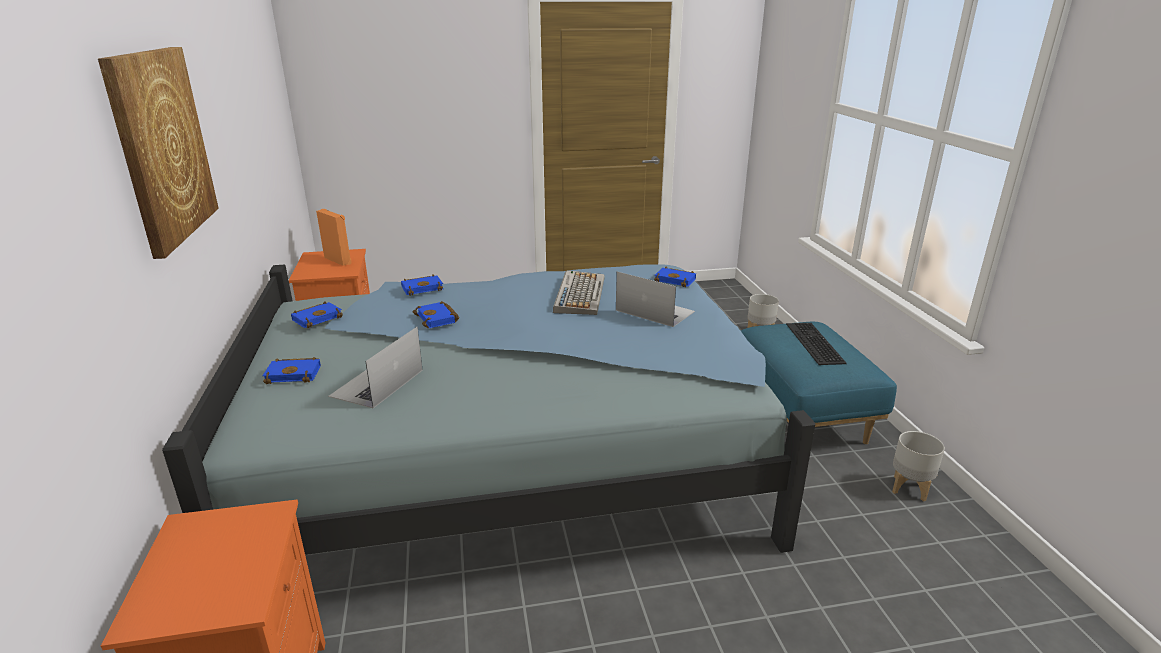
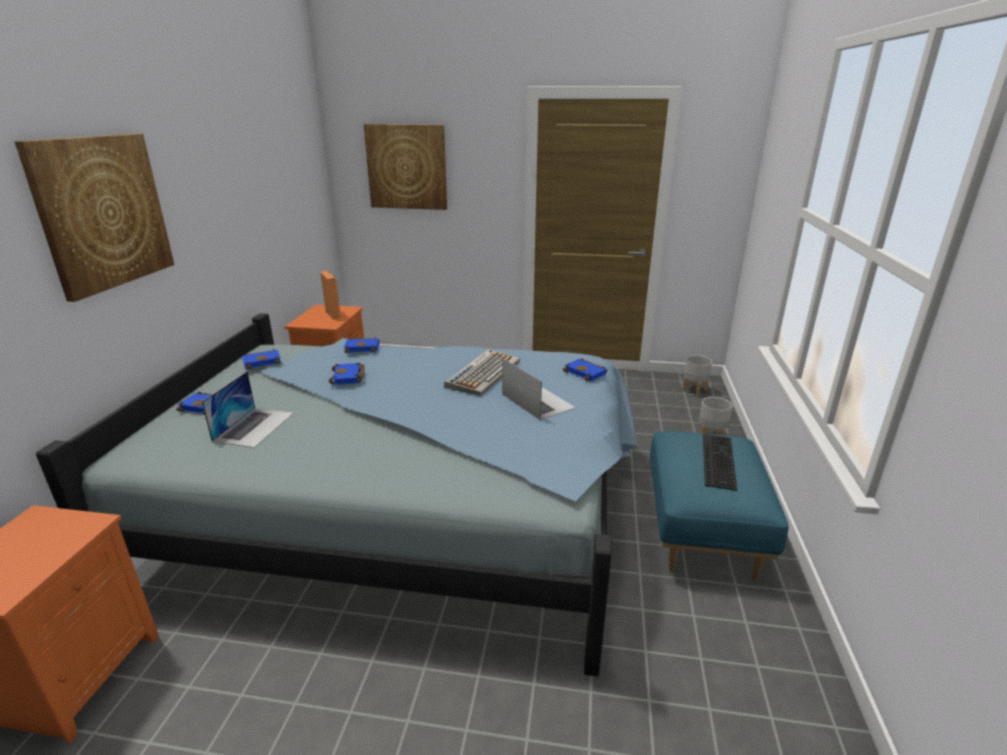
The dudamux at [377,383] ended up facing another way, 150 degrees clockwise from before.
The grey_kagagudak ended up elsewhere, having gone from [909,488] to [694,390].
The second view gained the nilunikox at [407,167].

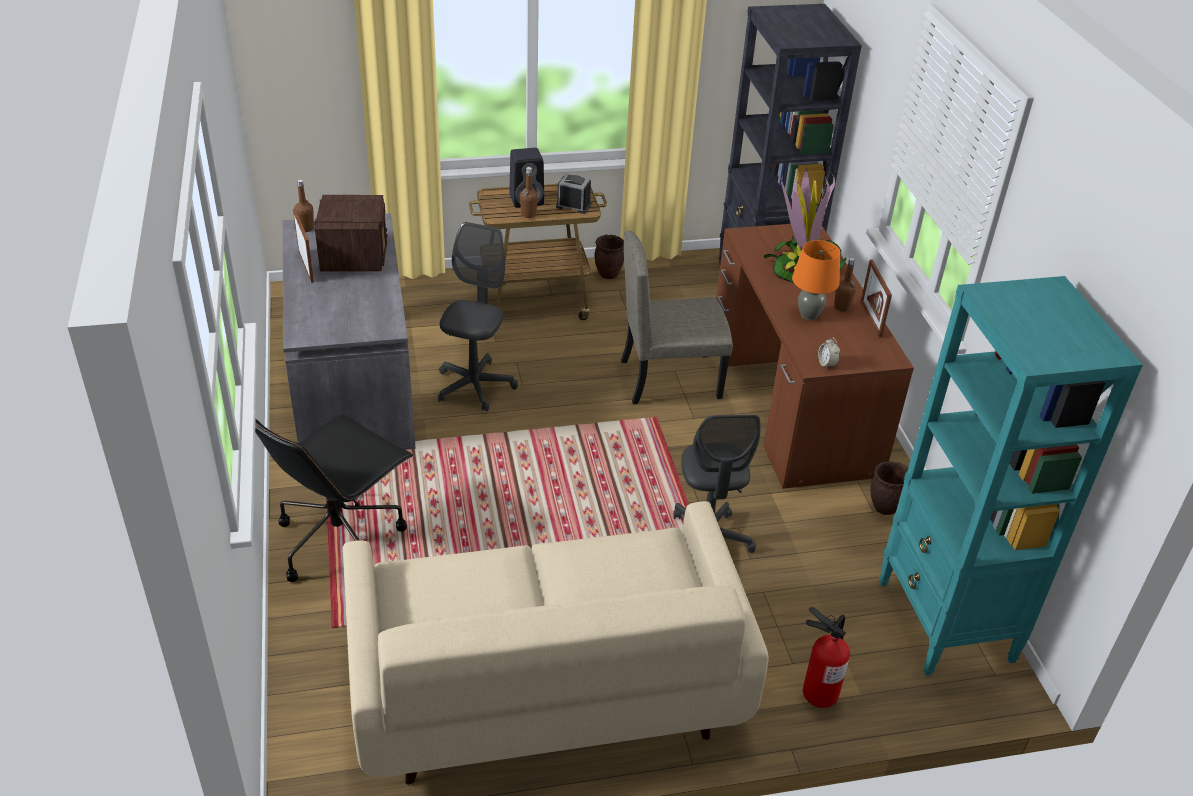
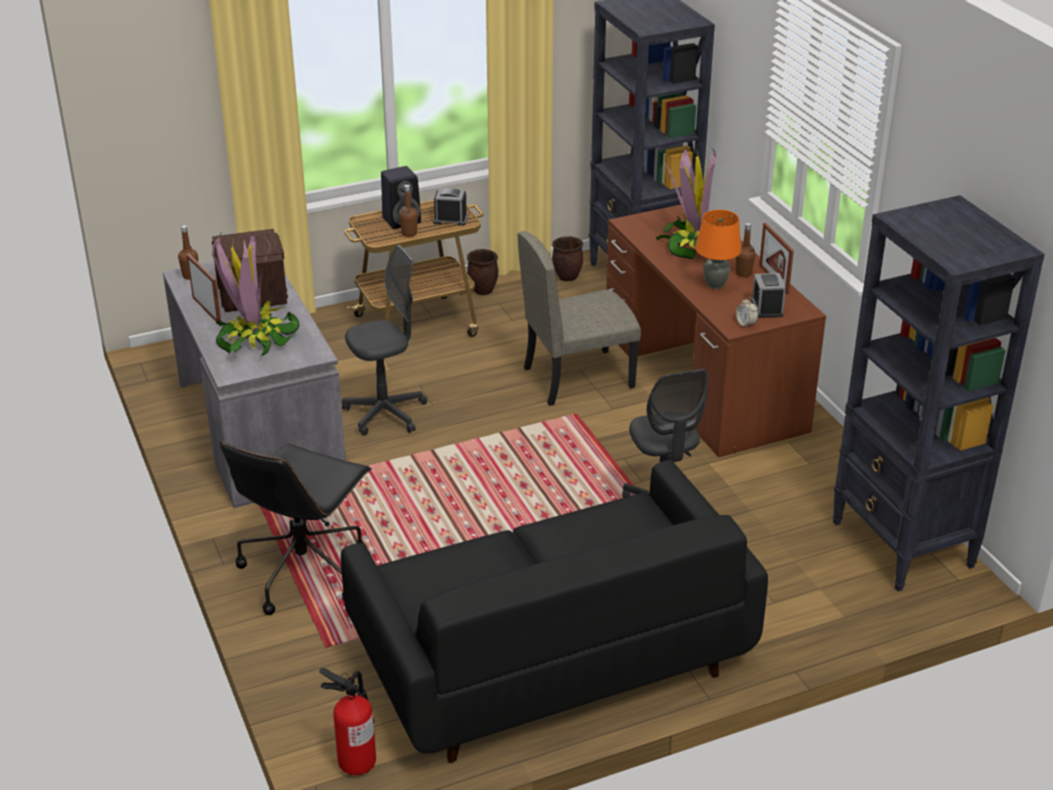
What was the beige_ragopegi at [544,684] turned into the black_ragopegi at [550,659].
The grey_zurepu at [474,386] ended up facing another way, 60 degrees clockwise from before.
The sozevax ended up elsewhere, having gone from [819,692] to [358,760].
The brown_kagagudak ended up elsewhere, having gone from [884,507] to [567,277].
What was the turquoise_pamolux at [945,622] turned into the black_pamolux at [902,545].
The second view gained the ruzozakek at [256,339].
The second view gained the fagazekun at [767,308].

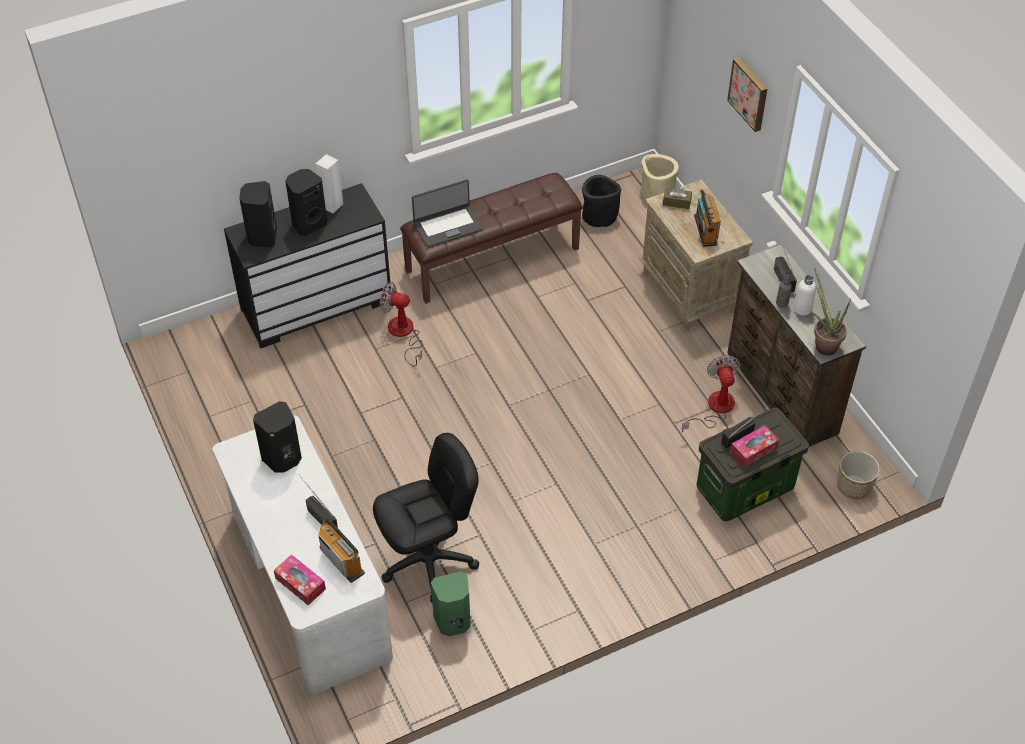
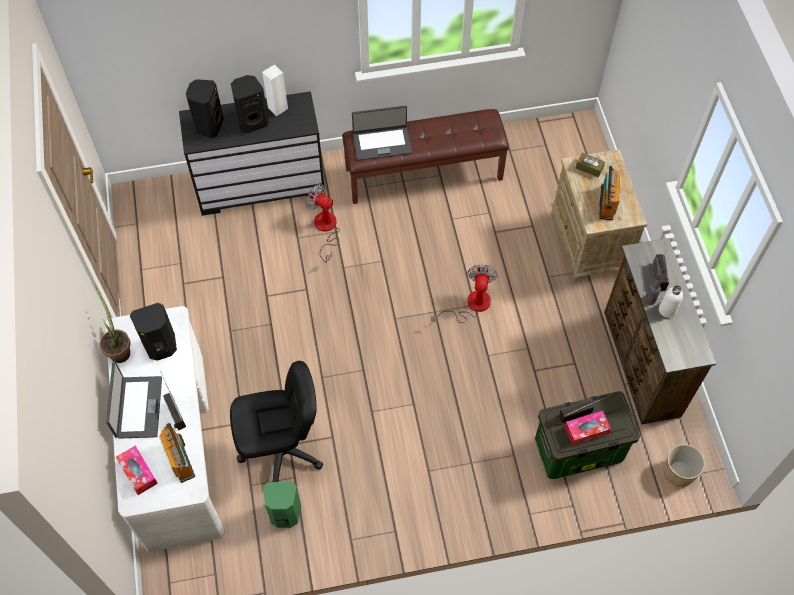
The second view lost the black_kagagudak at [599,216].
The second view lost the beige_kagagudak at [656,193].
The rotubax ended up elsewhere, having gone from [714,408] to [471,305].
The second view lost the nilunikox at [749,93].
The ruzozakek ended up elsewhere, having gone from [823,343] to [119,349].
The second view gained the dudamux at [138,407].

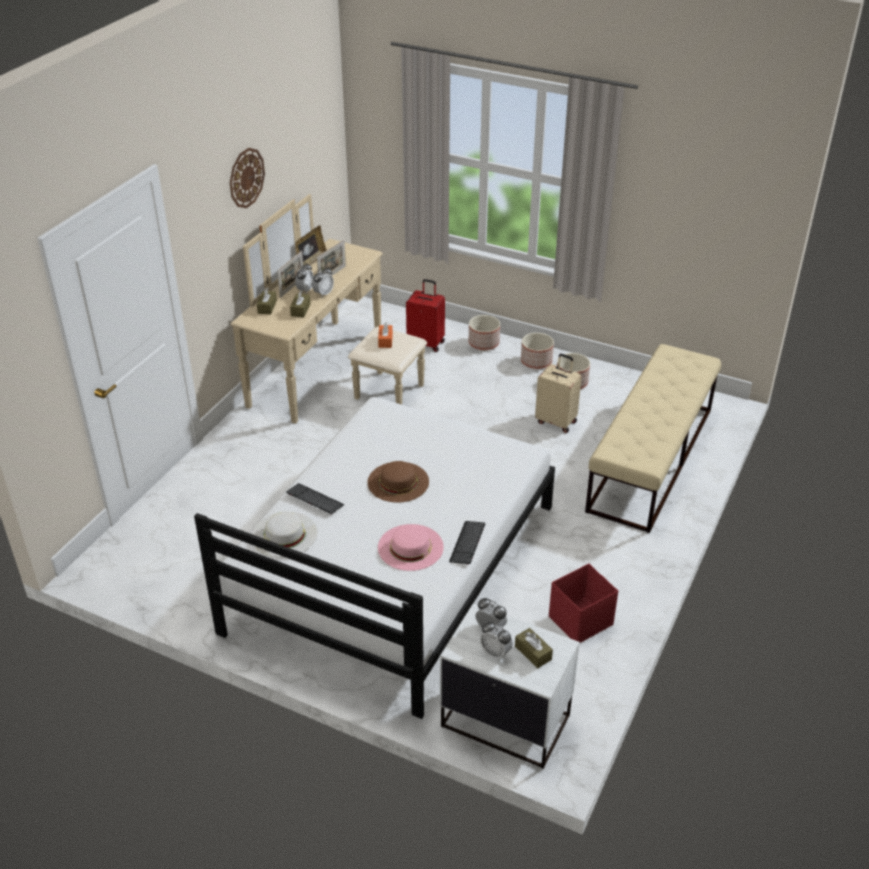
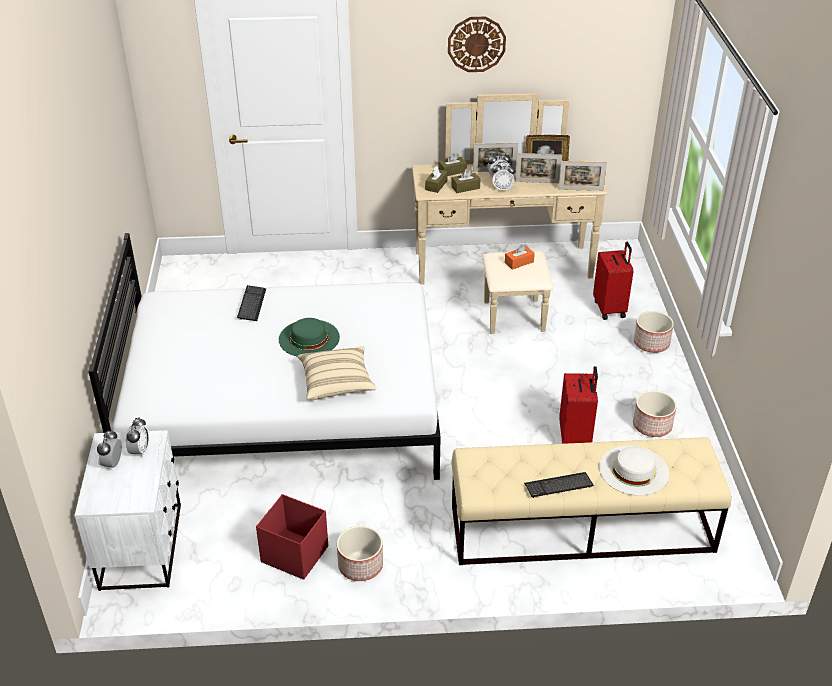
The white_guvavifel ended up elsewhere, having gone from [284,534] to [634,470].
What was the brown_guvavifel at [398,482] turned into the green_guvavifel at [309,338].
The second view lost the pink_guvavifel at [410,547].
The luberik ended up elsewhere, having gone from [467,543] to [558,486].
The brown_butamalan ended up elsewhere, having gone from [533,653] to [436,185].
The kagagudak ended up elsewhere, having gone from [536,361] to [360,566].
What was the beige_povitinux at [556,421] turned into the red_povitinux at [576,437].
The second view gained the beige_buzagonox at [336,383].
The second view gained the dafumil at [580,190].

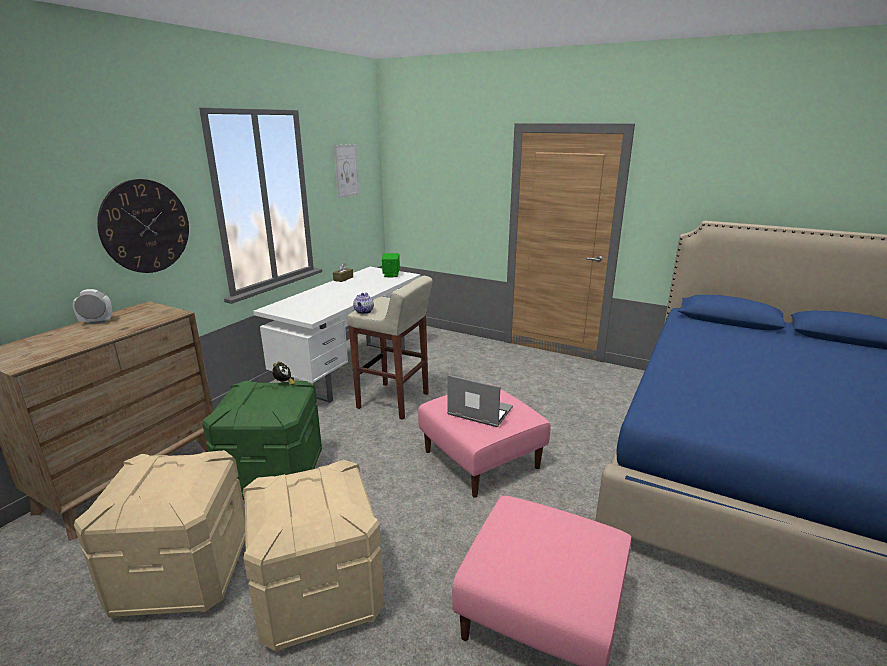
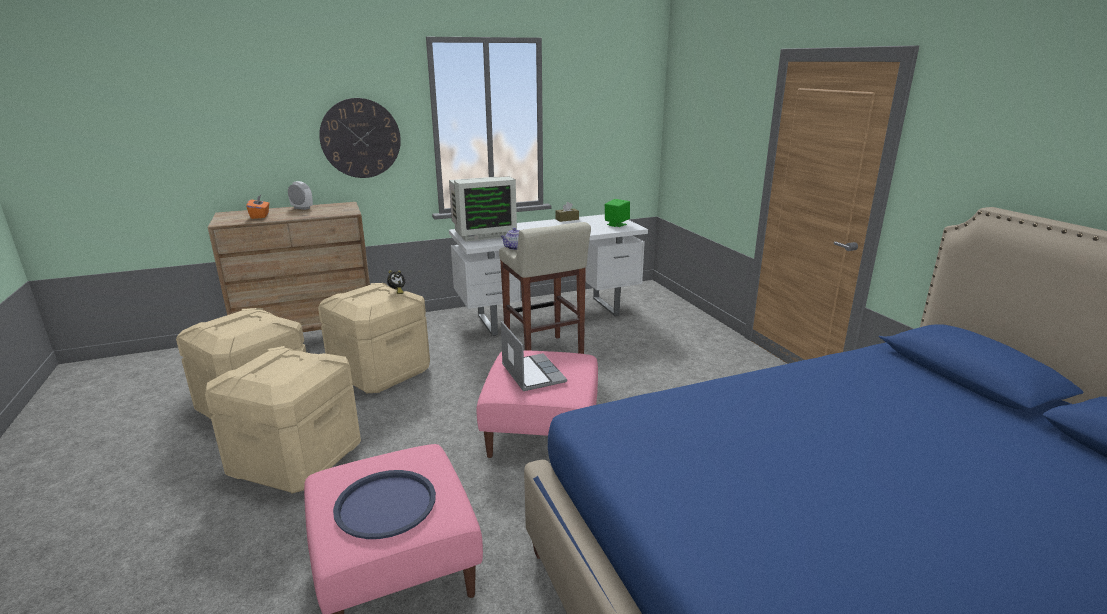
What was the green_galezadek at [272,475] turned into the beige_galezadek at [380,372].
The second view lost the nilunikox at [346,170].
The second view gained the orange_butamalan at [260,216].
The second view gained the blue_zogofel at [385,505].
The second view gained the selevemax at [482,233].

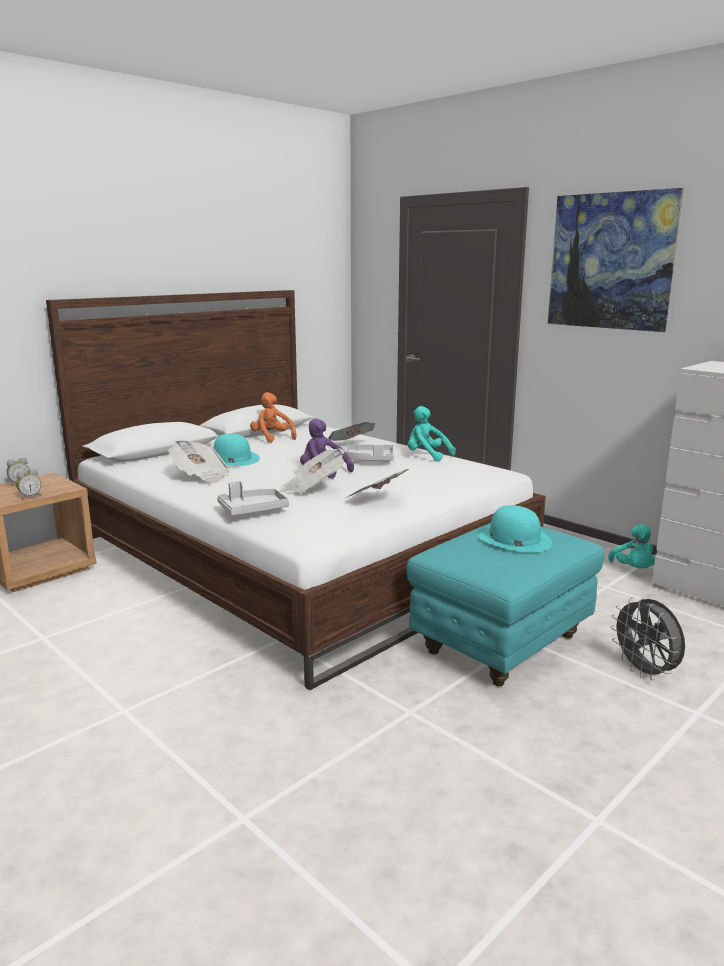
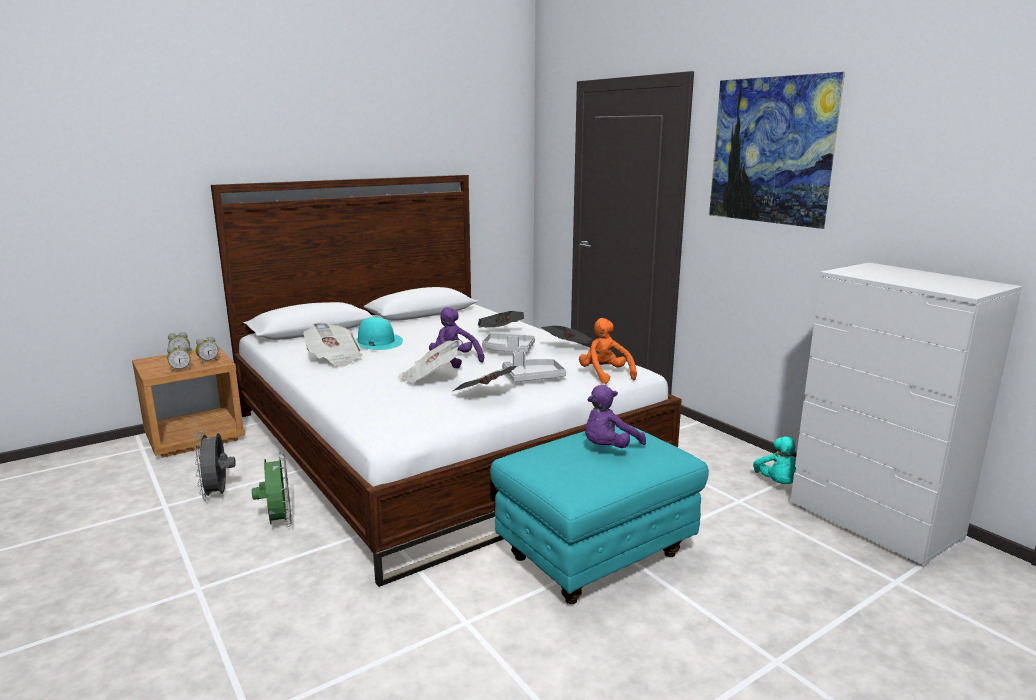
The grey_zogofel ended up elsewhere, having gone from [252,510] to [533,377].
The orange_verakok ended up elsewhere, having gone from [272,438] to [604,375].
Where the turquoise_verakok stood at [426,456], the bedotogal came to stand at [568,349].
Where the turquoise_guvavifel stood at [514,539], the purple_verakok came to stand at [609,448].
The grey_rotubax ended up elsewhere, having gone from [645,672] to [218,494].
The second view gained the fagazekun at [208,361].
The second view gained the green_rotubax at [278,522].

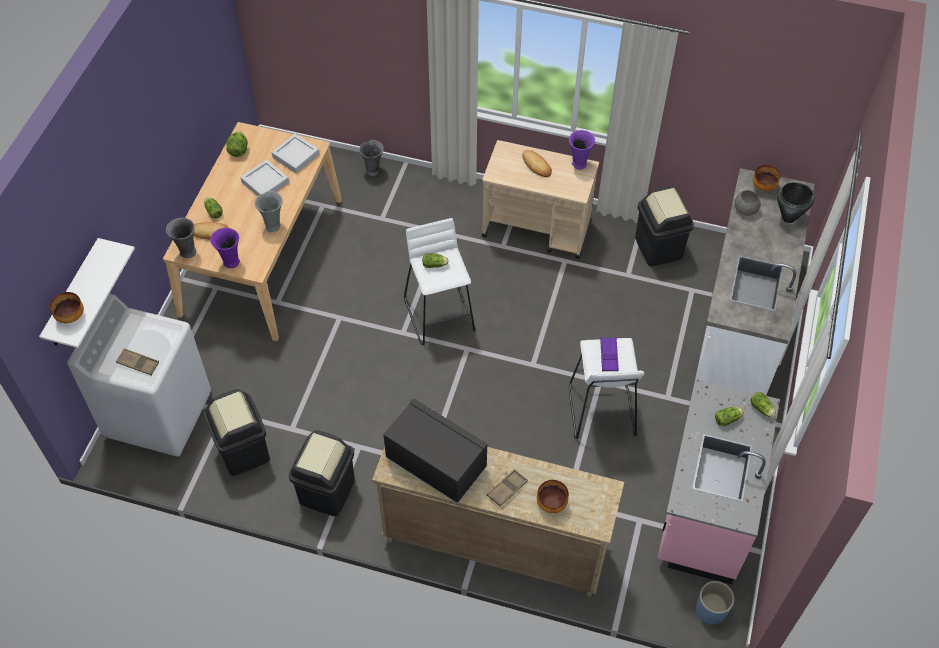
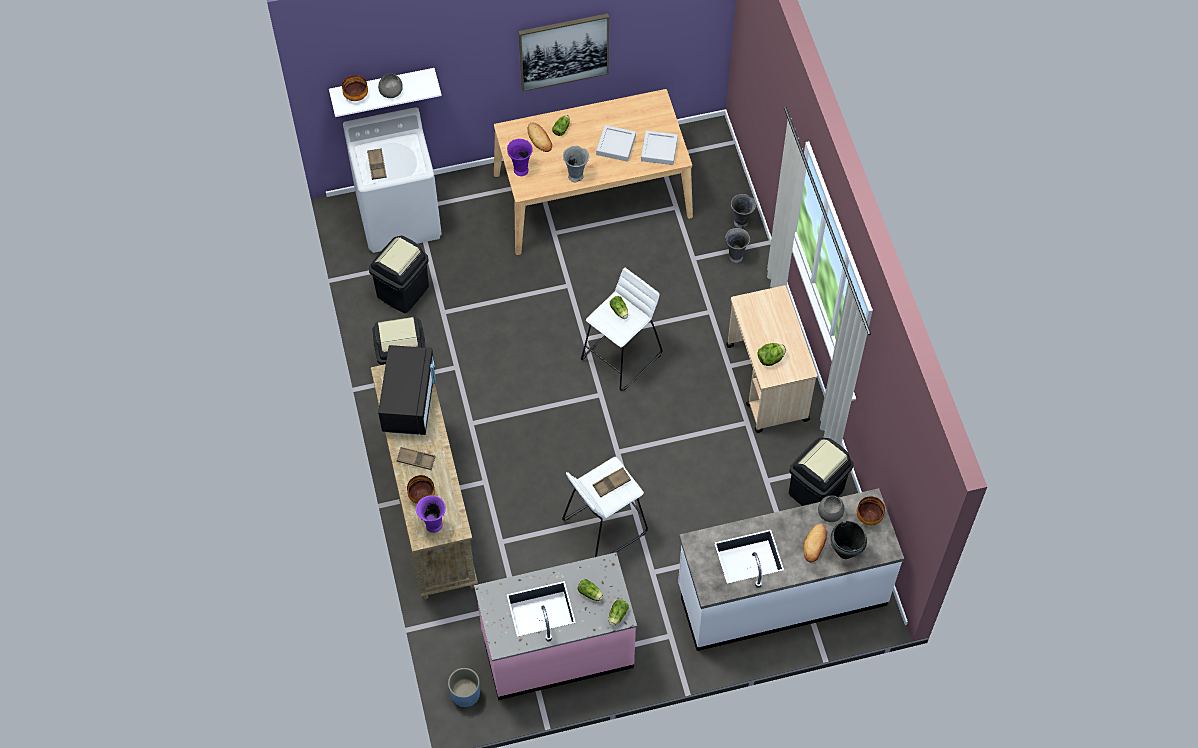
The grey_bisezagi ended up elsewhere, having gone from [187,252] to [735,257].
The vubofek ended up elsewhere, having gone from [238,150] to [770,359].
The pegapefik ended up elsewhere, having gone from [536,165] to [815,544].
The purple_bisezagi ended up elsewhere, having gone from [579,164] to [433,525].
What was the purple_zogofel at [609,356] turned into the brown_zogofel at [611,483].
The second view gained the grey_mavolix at [391,91].
The second view gained the nilunikox at [564,51].

